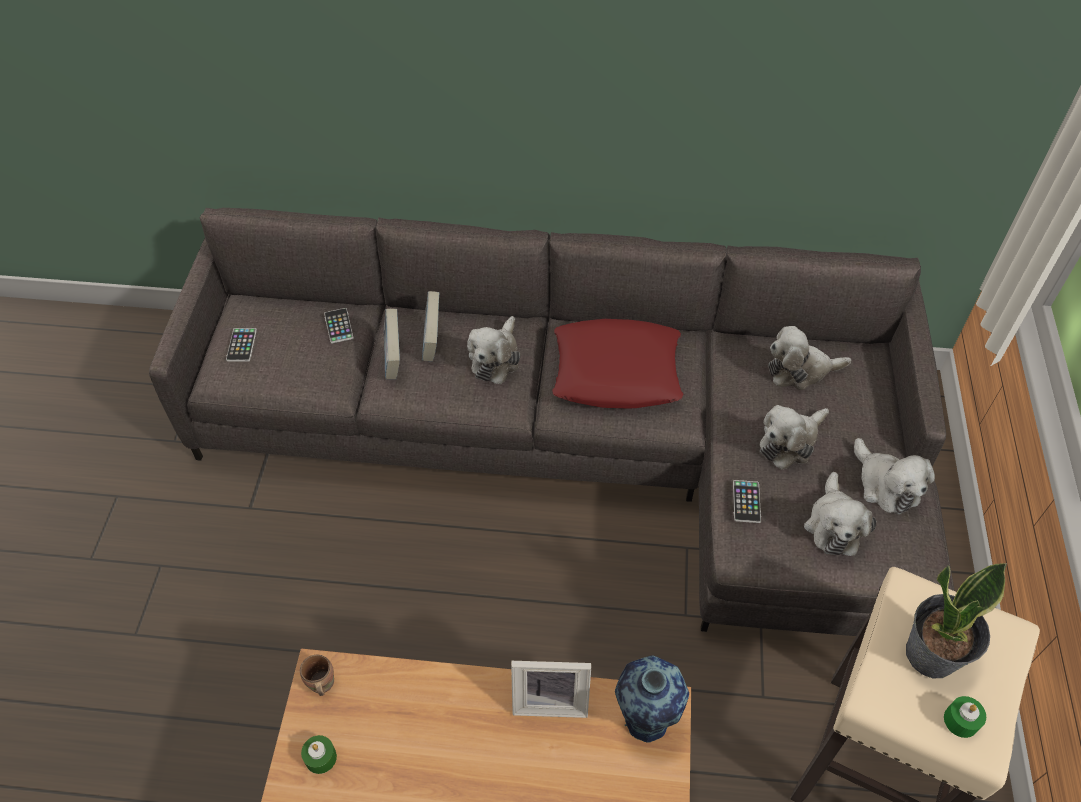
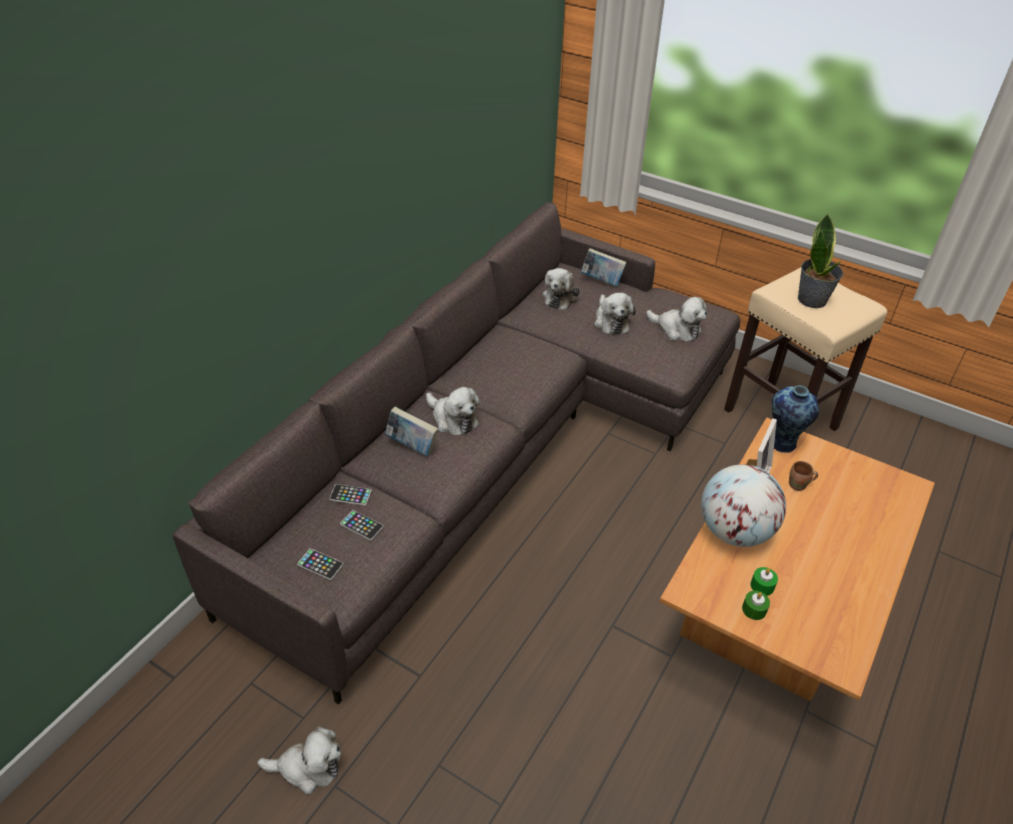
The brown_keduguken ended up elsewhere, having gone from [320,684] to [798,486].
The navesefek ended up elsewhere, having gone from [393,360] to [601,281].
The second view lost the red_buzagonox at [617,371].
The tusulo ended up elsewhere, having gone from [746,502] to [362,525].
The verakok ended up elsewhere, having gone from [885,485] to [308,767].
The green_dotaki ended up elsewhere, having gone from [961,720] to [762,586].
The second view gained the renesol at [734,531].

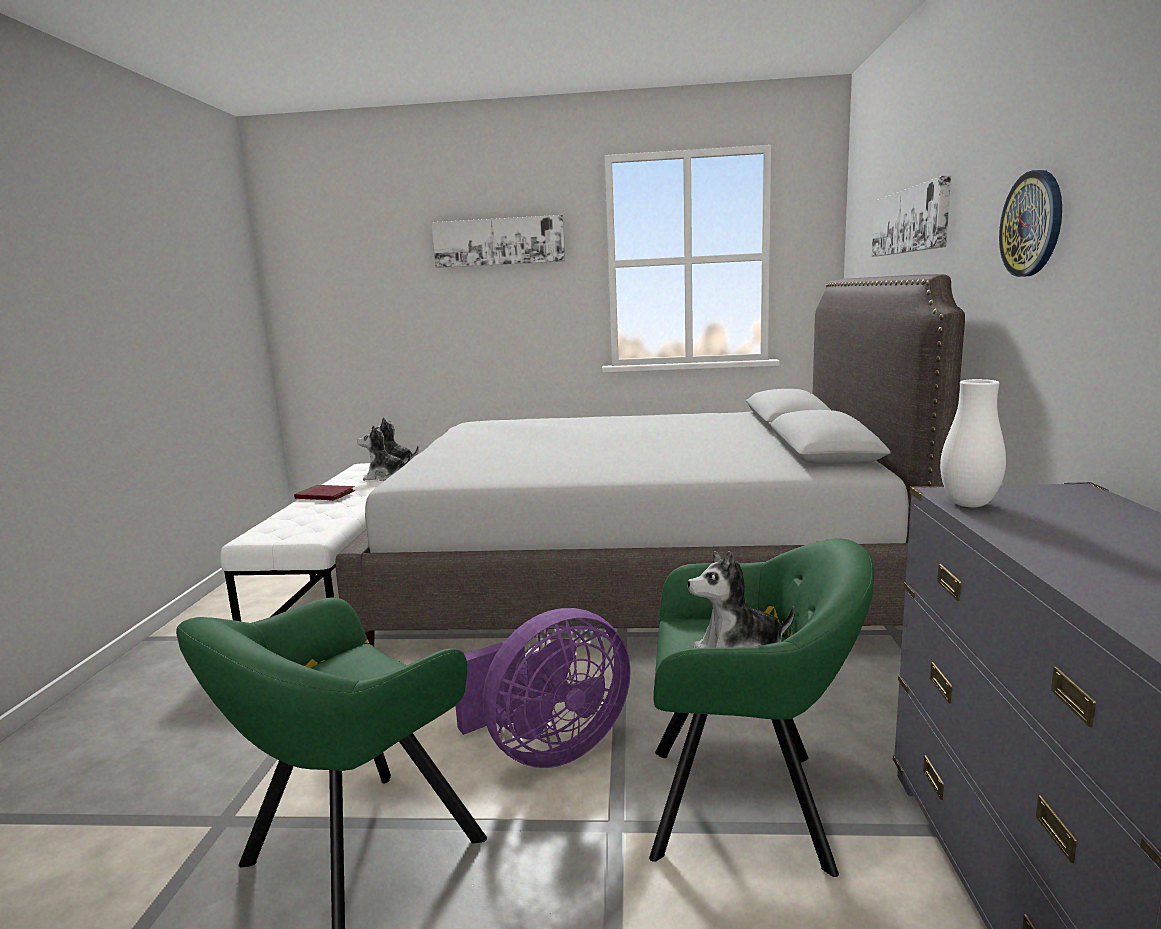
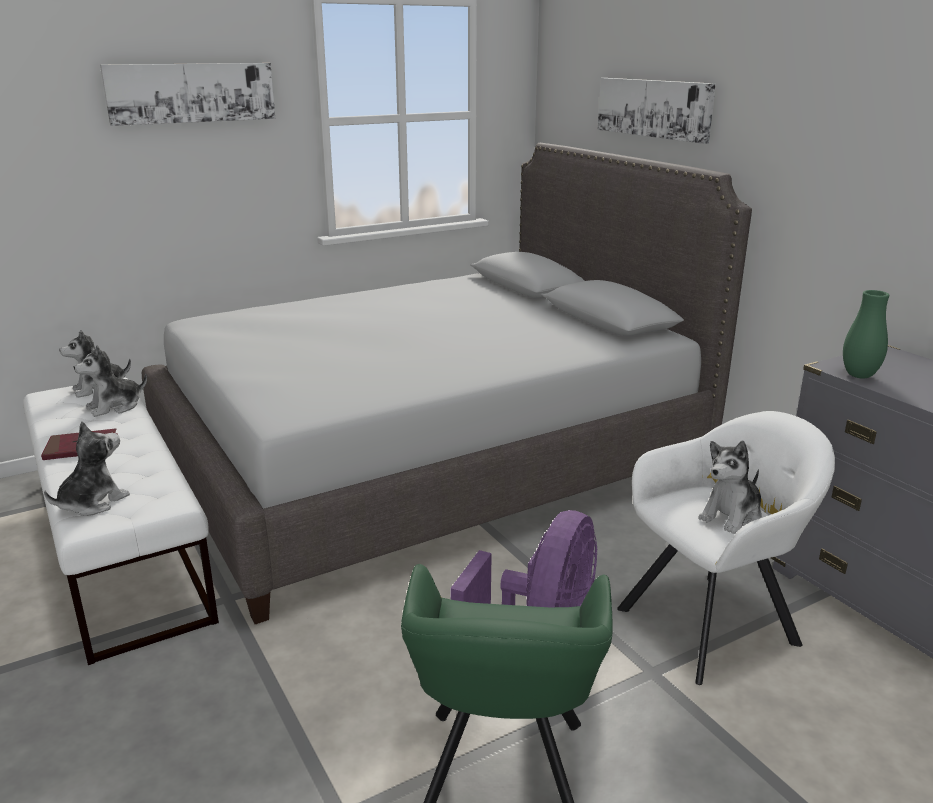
What was the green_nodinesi at [748,806] turned into the white_nodinesi at [714,623].
What was the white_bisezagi at [969,504] turned into the green_bisezagi at [859,375].
The second view lost the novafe at [1032,224].
The second view gained the verakok at [92,502].

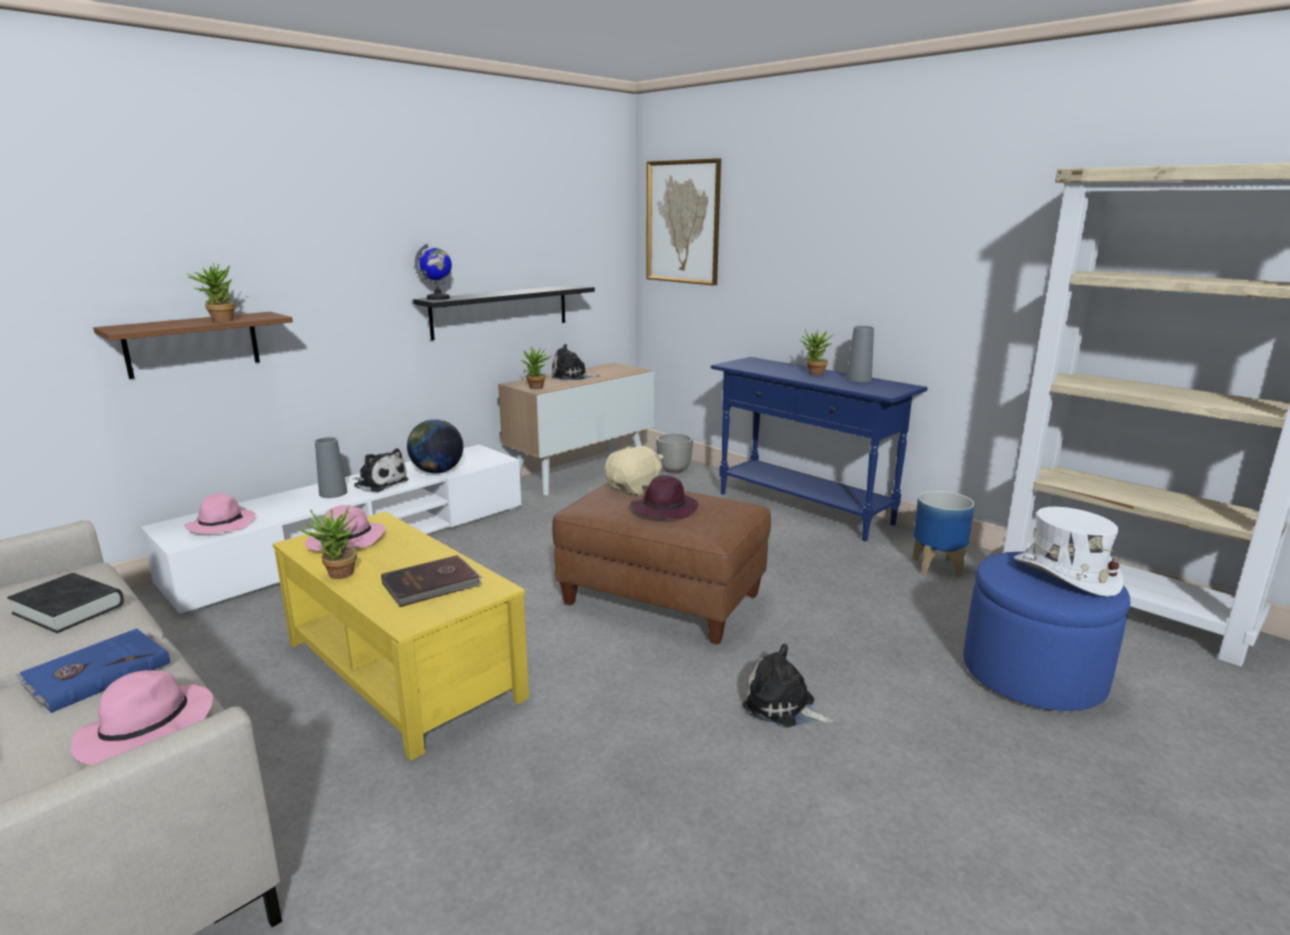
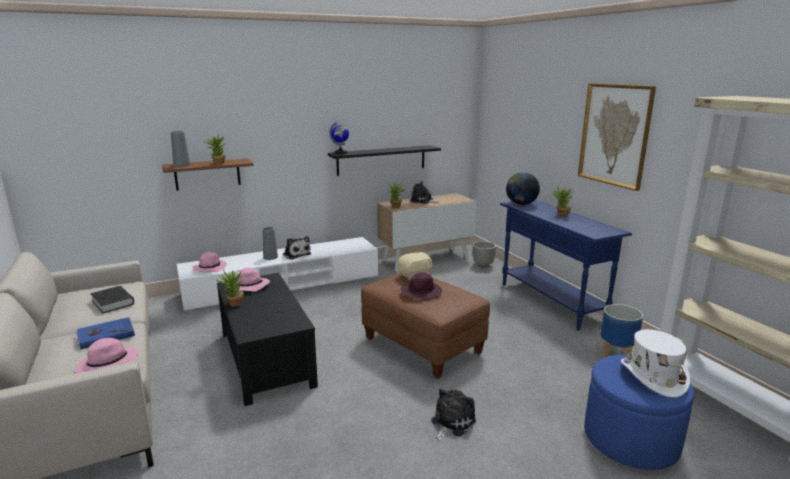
What was the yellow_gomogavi at [400,671] turned into the black_gomogavi at [265,359].
The second view lost the brown_navesefek at [432,585].
The renesol ended up elsewhere, having gone from [437,471] to [521,204].
The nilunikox ended up elsewhere, having gone from [683,222] to [615,135].
The verakok at [782,707] ended up facing another way, 75 degrees clockwise from before.
The grey_bisezagi ended up elsewhere, having gone from [858,379] to [181,165].

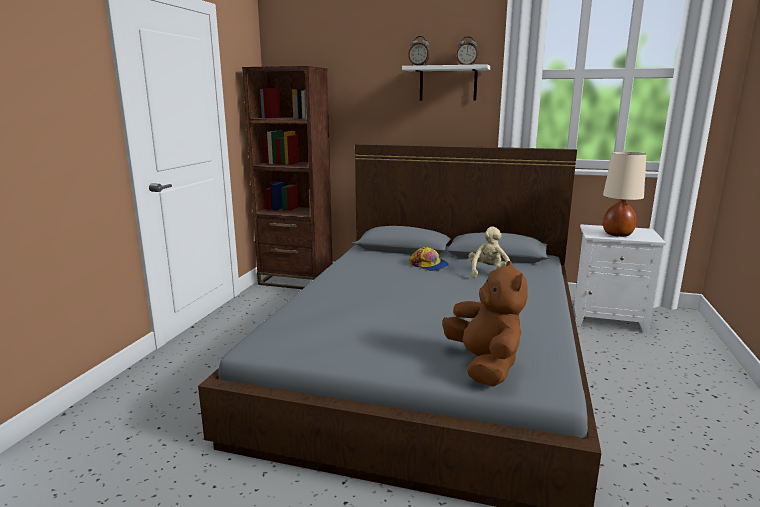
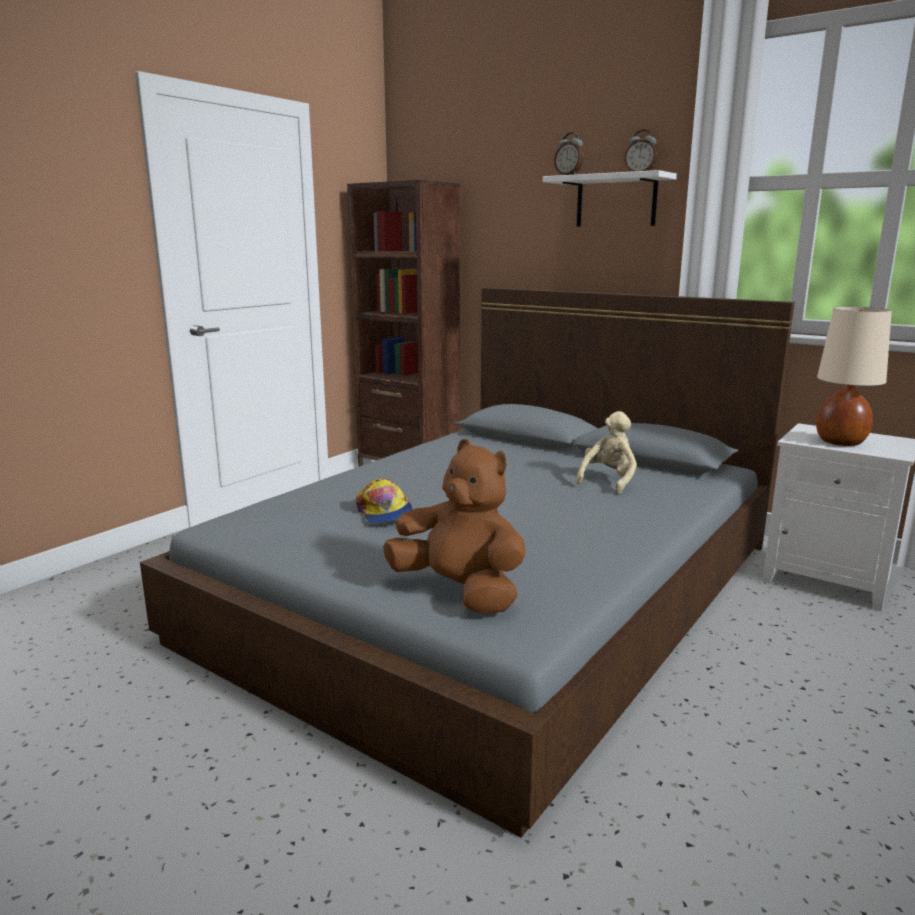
The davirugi ended up elsewhere, having gone from [429,265] to [384,512].
The brown_verakok at [484,365] ended up facing another way, 60 degrees counterclockwise from before.

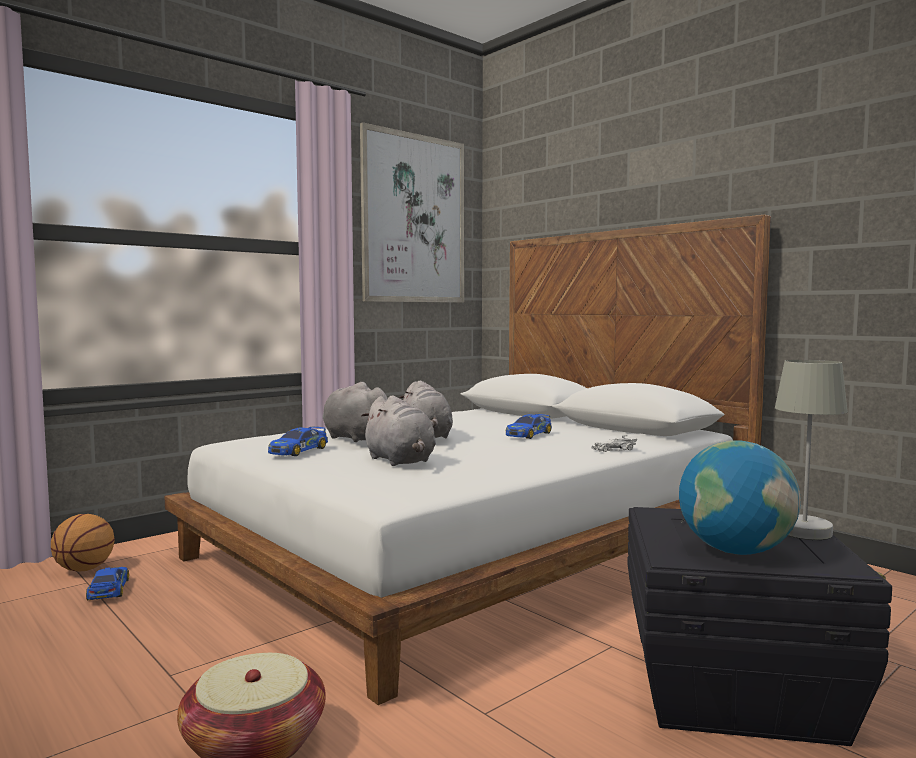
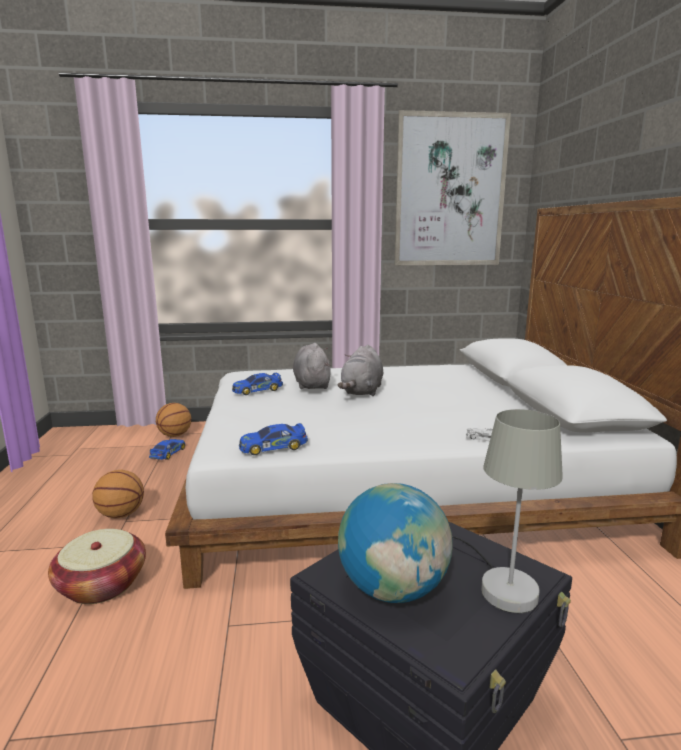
The second view lost the grey_verakok at [400,461].
The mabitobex ended up elsewhere, having gone from [529,434] to [273,447].
The second view gained the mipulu at [121,514].

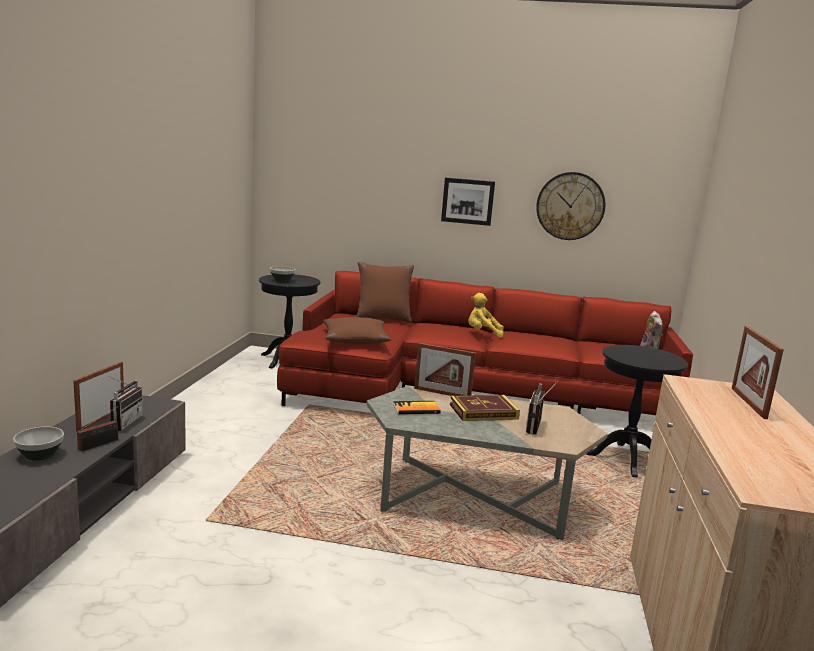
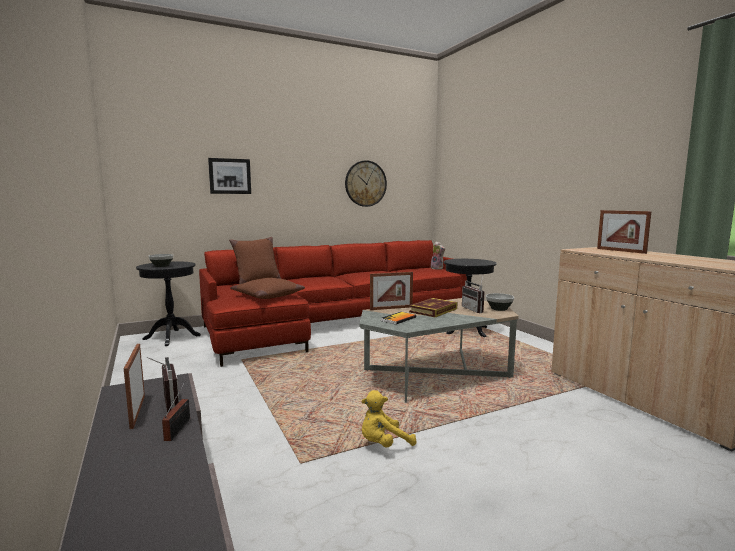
The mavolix ended up elsewhere, having gone from [41,455] to [499,309].
The nilunikox ended up elsewhere, having gone from [467,201] to [230,176].
The yellow_verakok ended up elsewhere, having gone from [483,334] to [383,444].

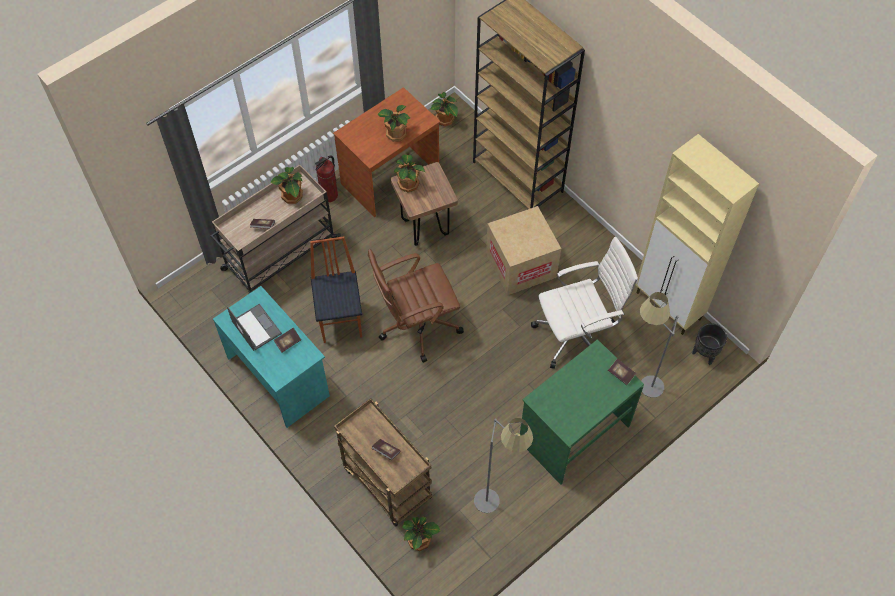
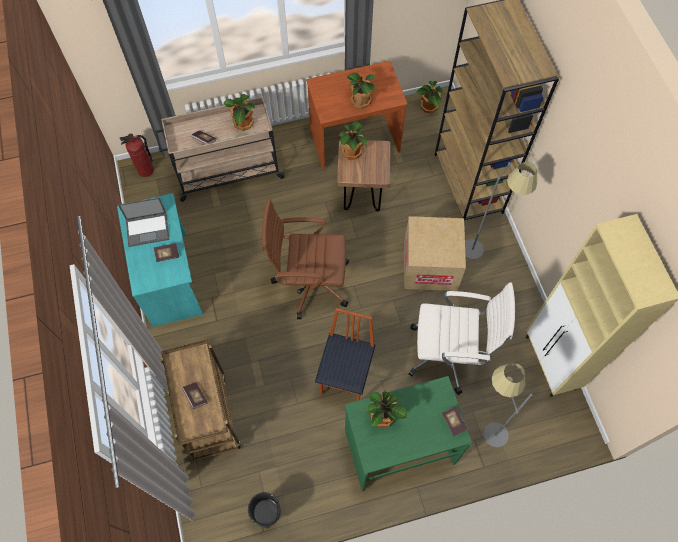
The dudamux at [256,327] ended up facing another way, 90 degrees clockwise from before.
The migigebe ended up elsewhere, having gone from [341,320] to [346,378].
The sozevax ended up elsewhere, having gone from [329,195] to [145,170].
The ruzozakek ended up elsewhere, having gone from [420,540] to [383,416].
The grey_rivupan ended up elsewhere, having gone from [498,499] to [482,252].
The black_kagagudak ended up elsewhere, having gone from [704,354] to [268,514].

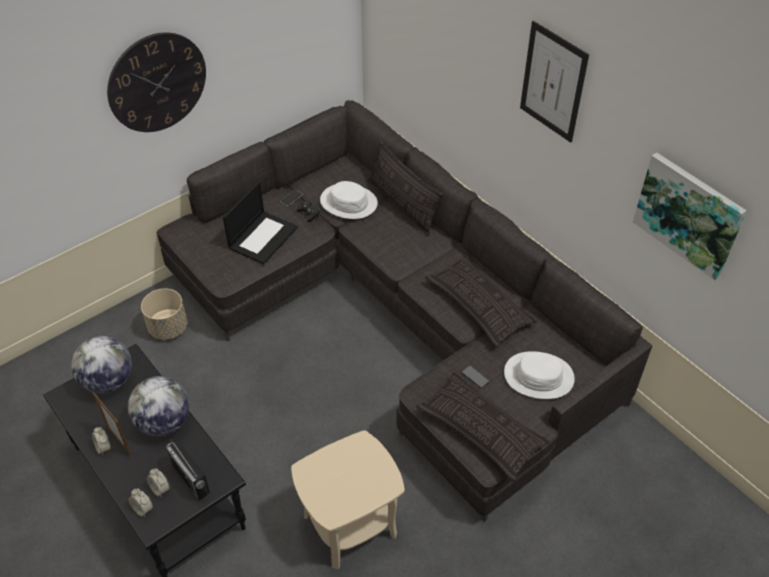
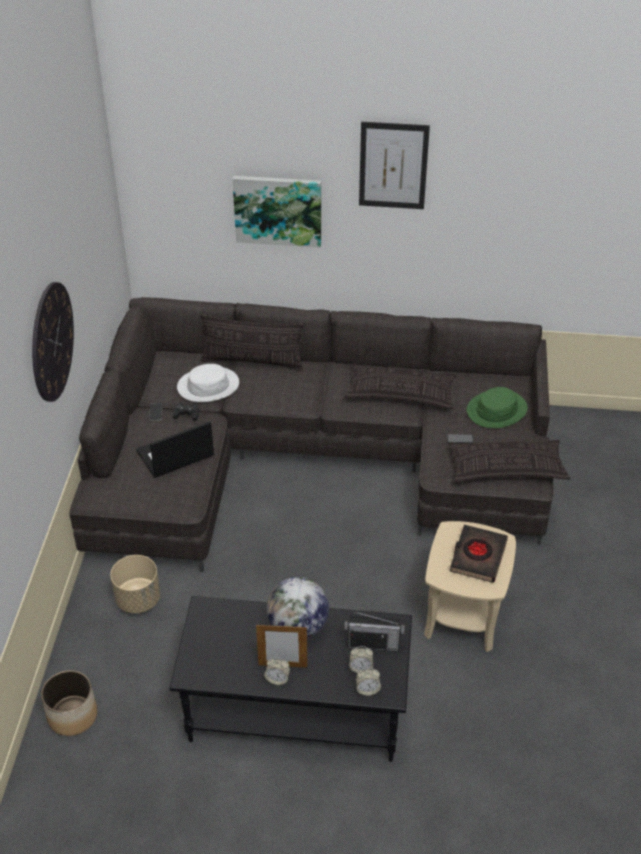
The second view lost the renesol at [108,381].
The dudamux at [263,237] ended up facing another way, 105 degrees counterclockwise from before.
What was the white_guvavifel at [538,376] turned into the green_guvavifel at [497,410].
The nilunikox ended up elsewhere, having gone from [688,214] to [278,210].
The second view gained the kagagudak at [72,716].
The second view gained the black_navesefek at [477,556].

